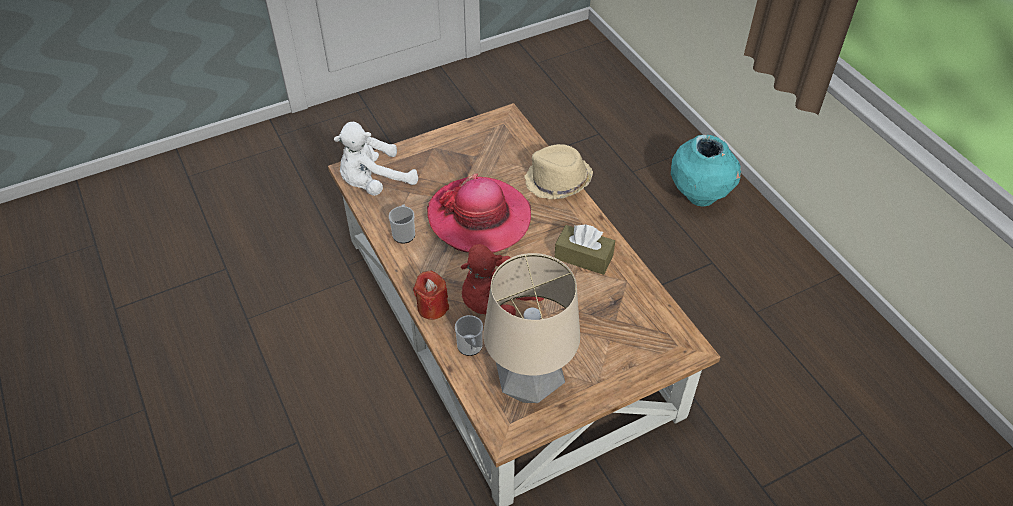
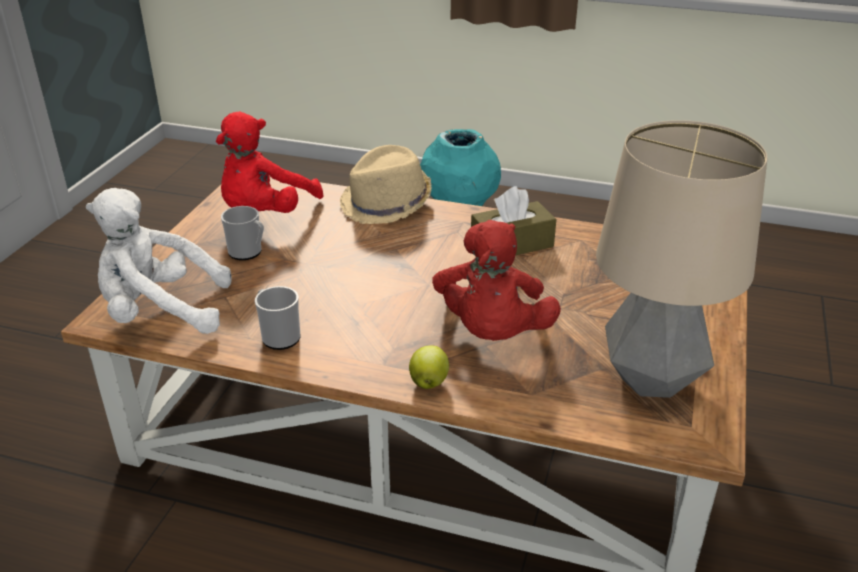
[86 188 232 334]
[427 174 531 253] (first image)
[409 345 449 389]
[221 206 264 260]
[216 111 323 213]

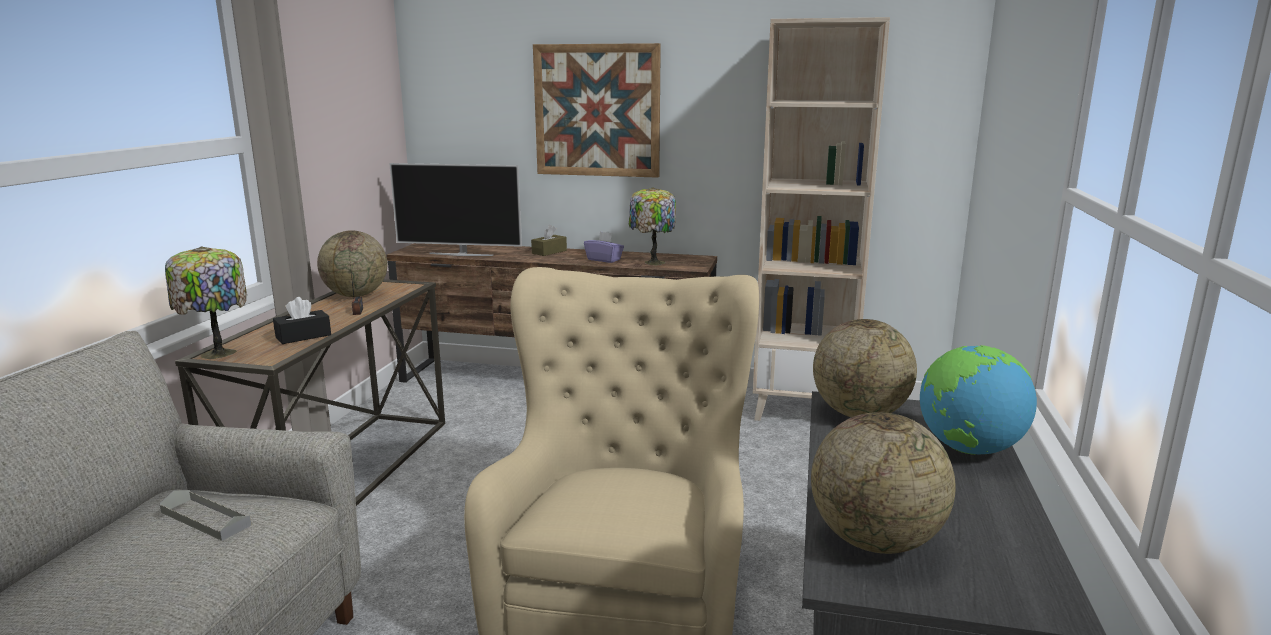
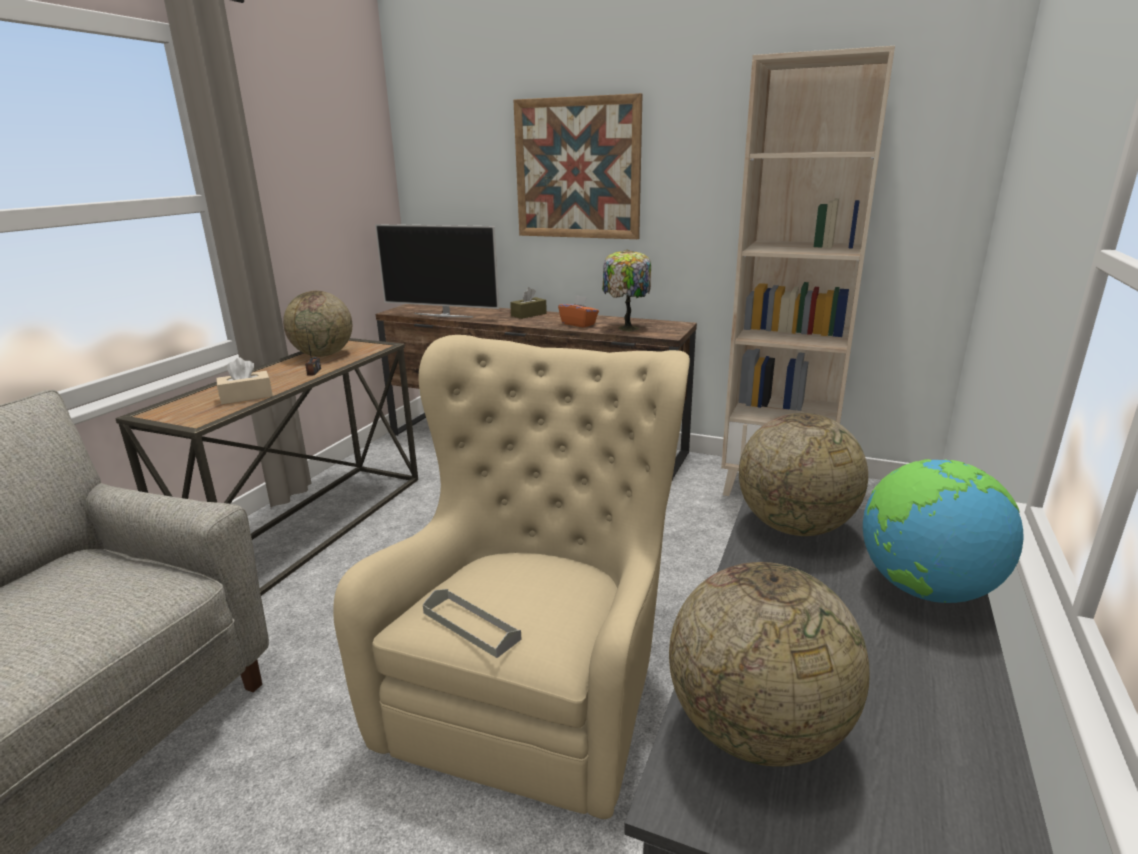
[558 295 599 328]
[165 246 247 359] (first image)
[216 358 273 405]
[423 589 522 658]

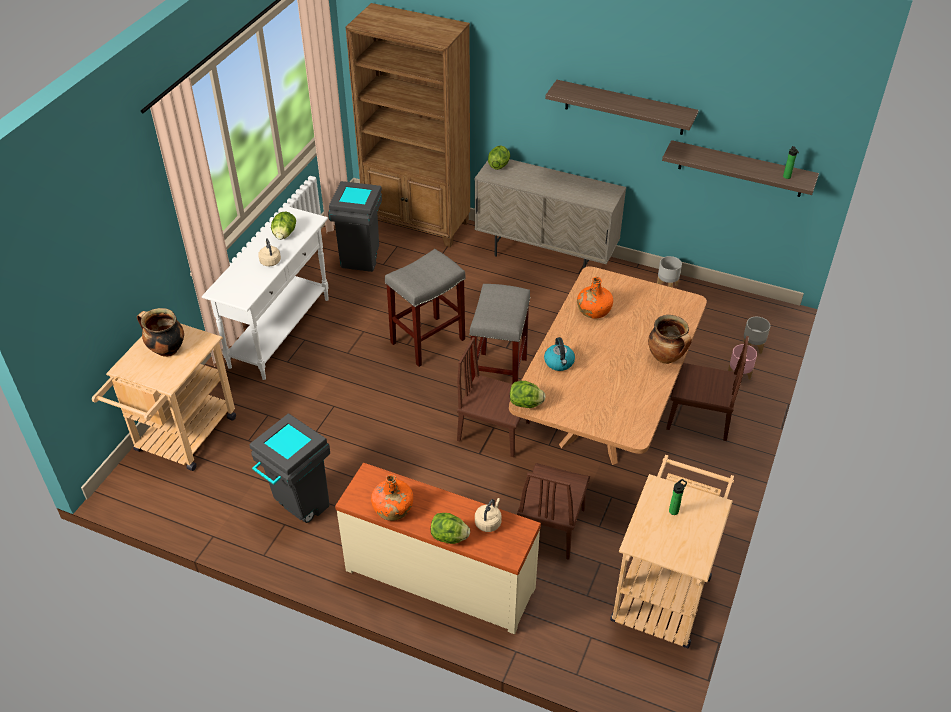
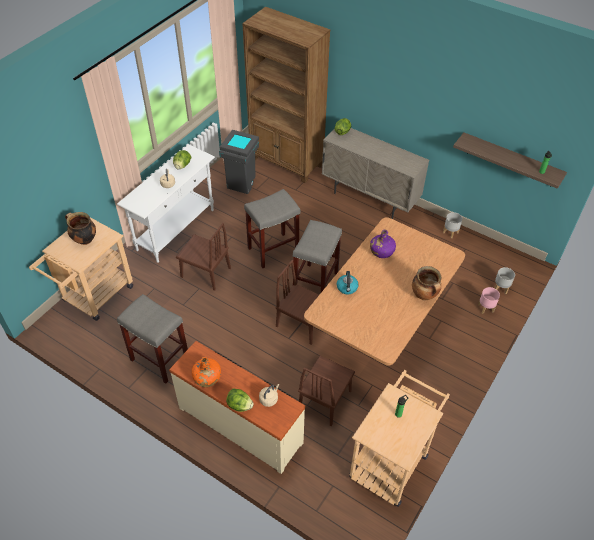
[545 80 699 135] (first image)
[370 230 396 258]
[176 223 231 291]
[510 381 545 408] (first image)
[117 294 188 384]

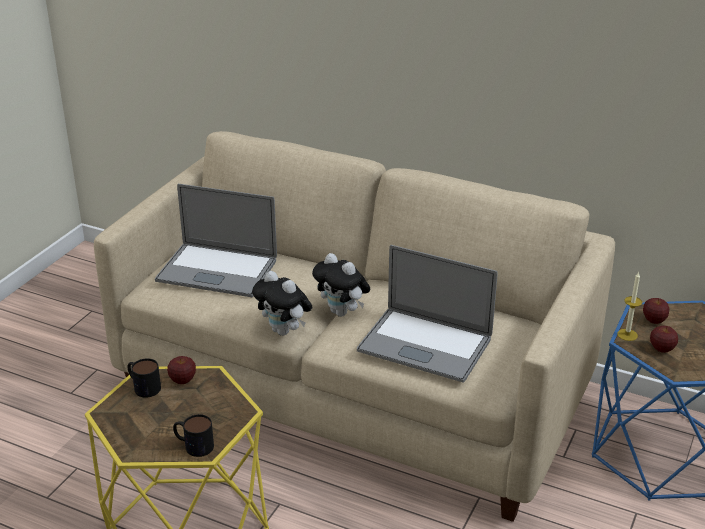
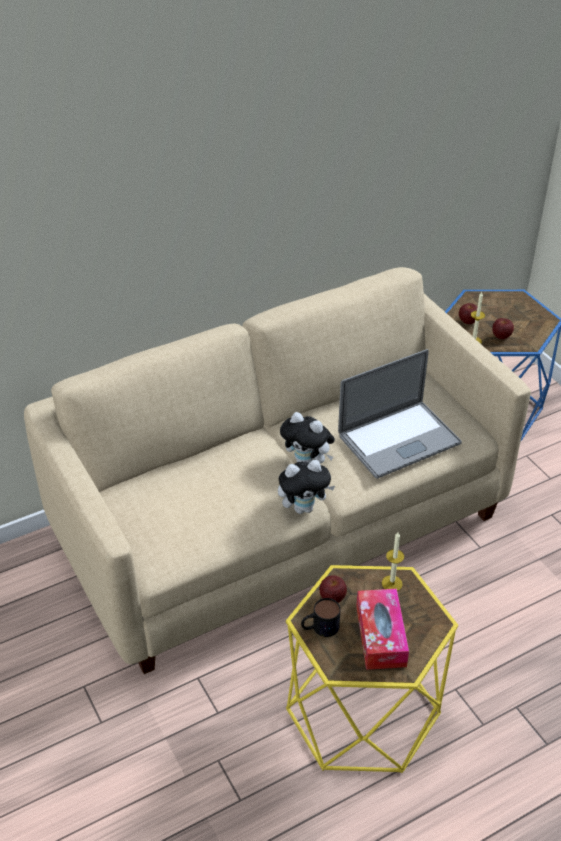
[155 184 277 297] (first image)
[280 412 335 464]
[173 414 214 457] (first image)
[382 532 404 591]
[356 589 409 670]

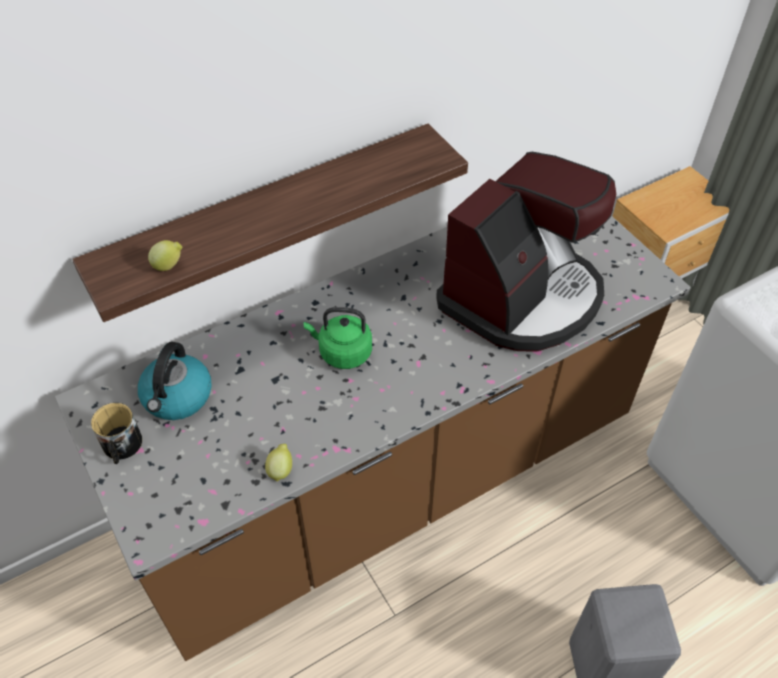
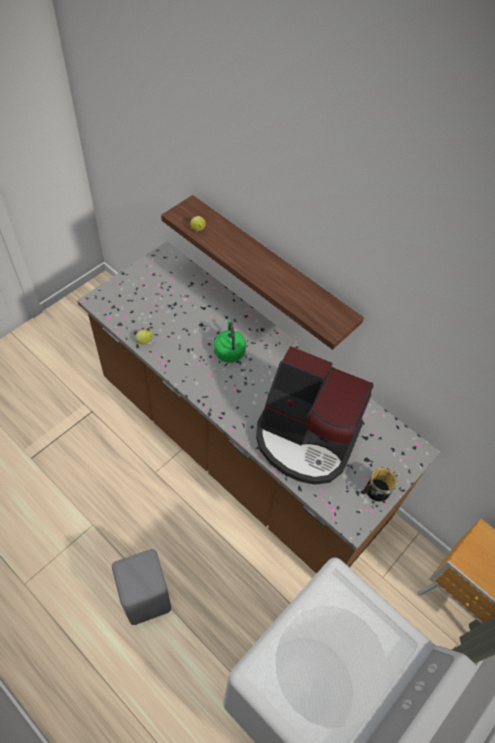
[138 342 212 420] (first image)
[362 468 397 502]

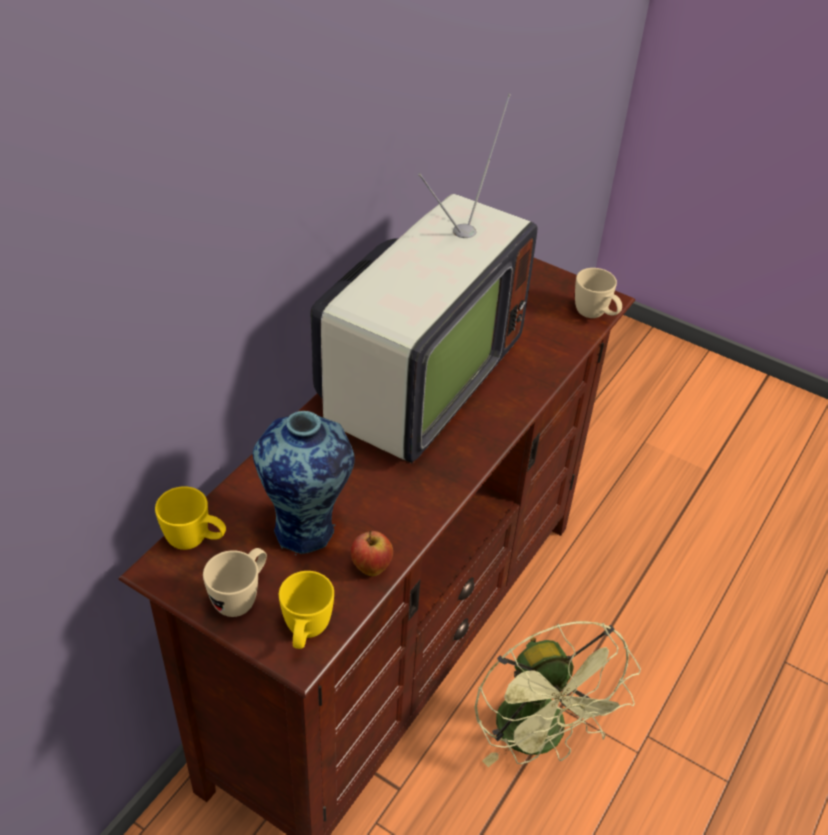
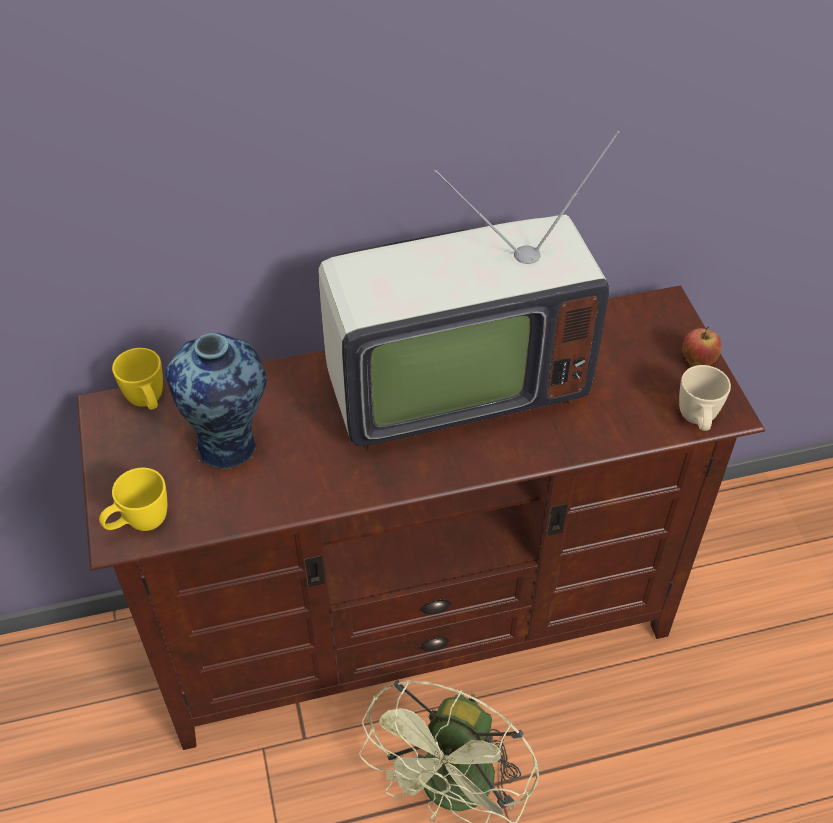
[683 327 721 367]
[203 548 267 617] (first image)

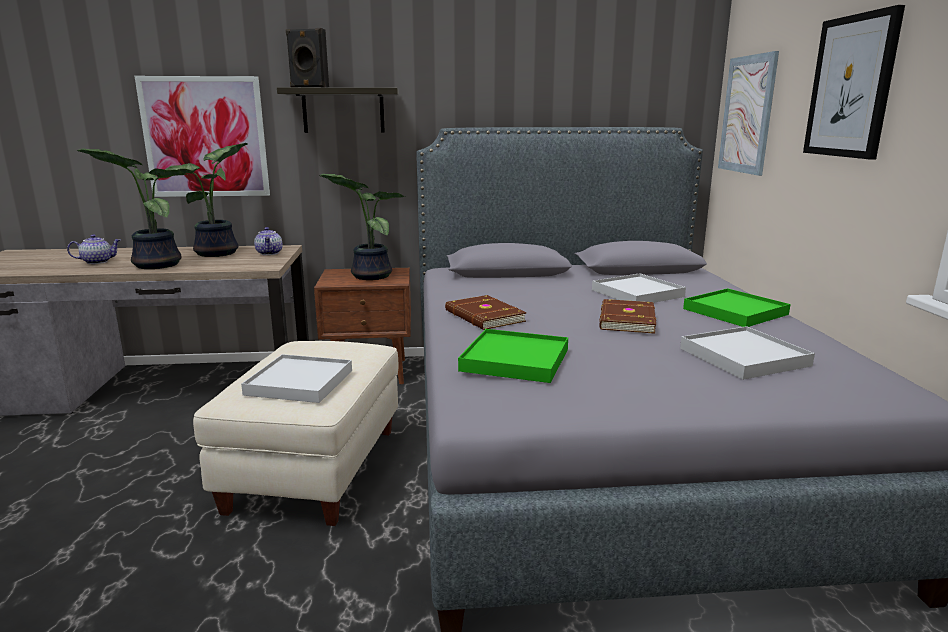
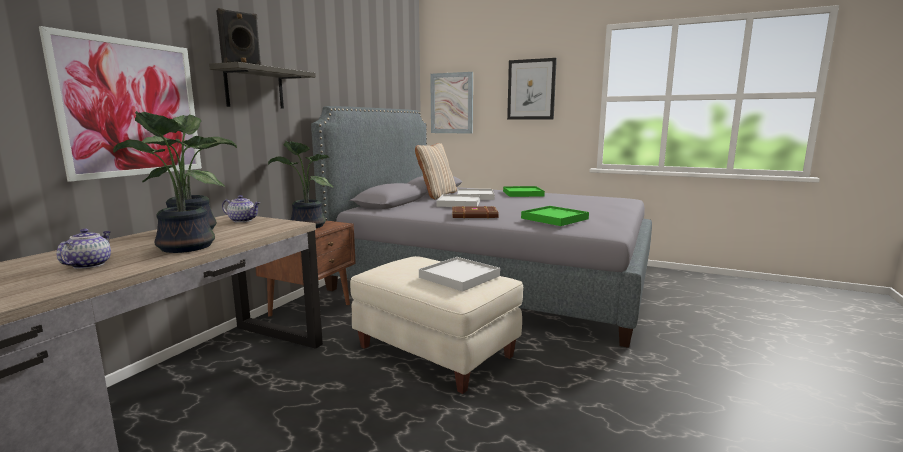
[599 299 656 334] (first image)
[436 194 480 207]
[415 143 457 199]

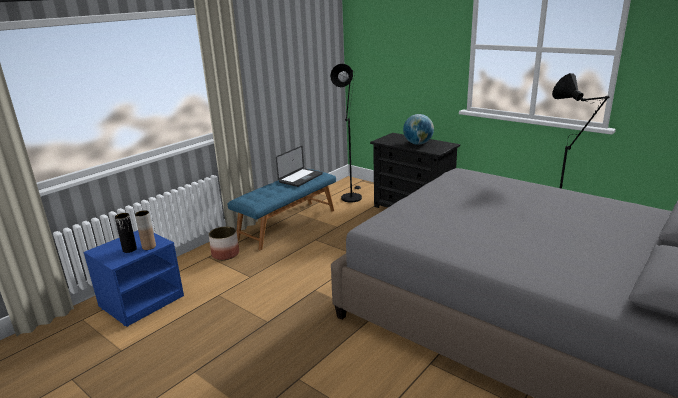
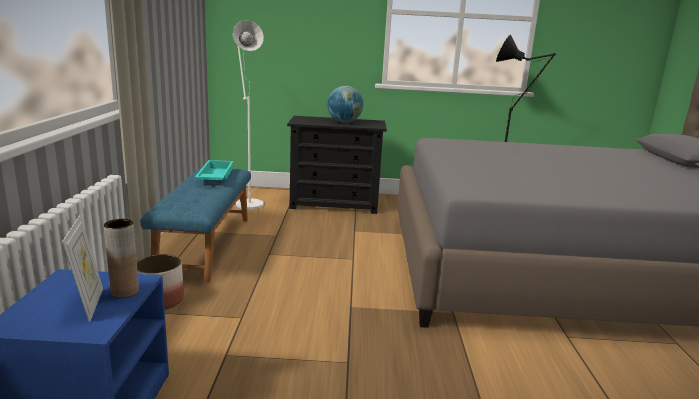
[233 20 264 209]
[195 160 234 180]
[62 215 103 322]

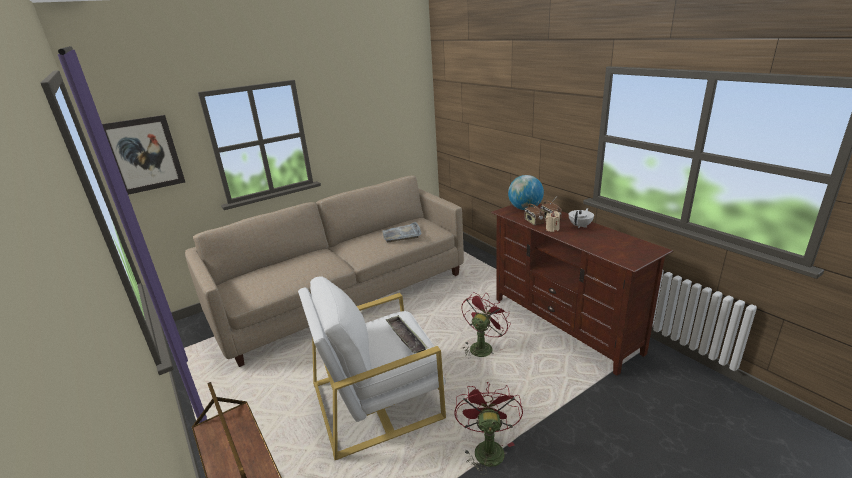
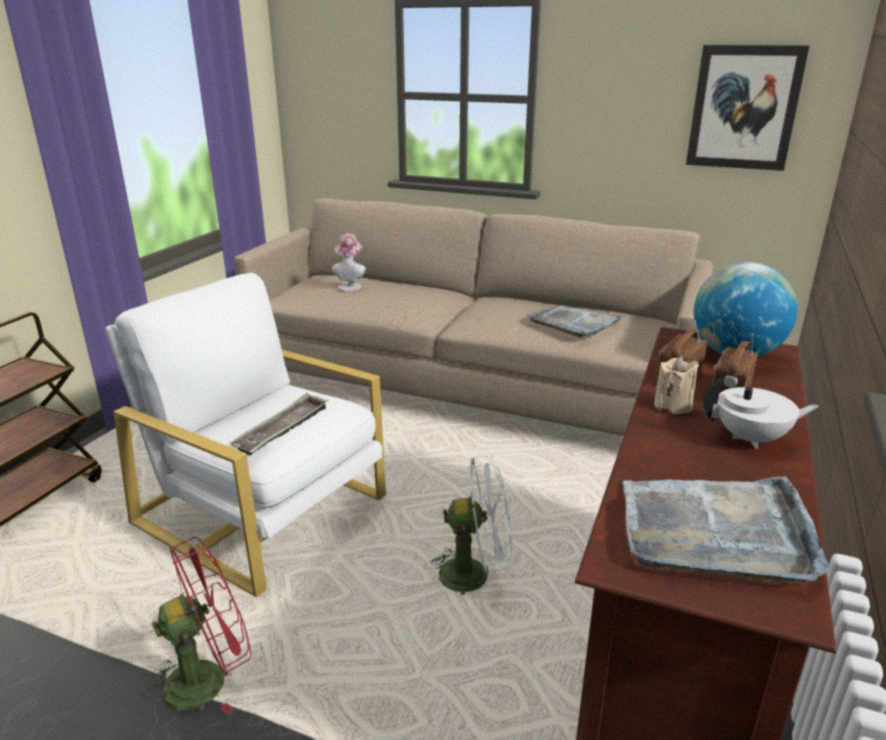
[686 45 809 171]
[425 455 512 604]
[332 233 366 291]
[623 476 829 584]

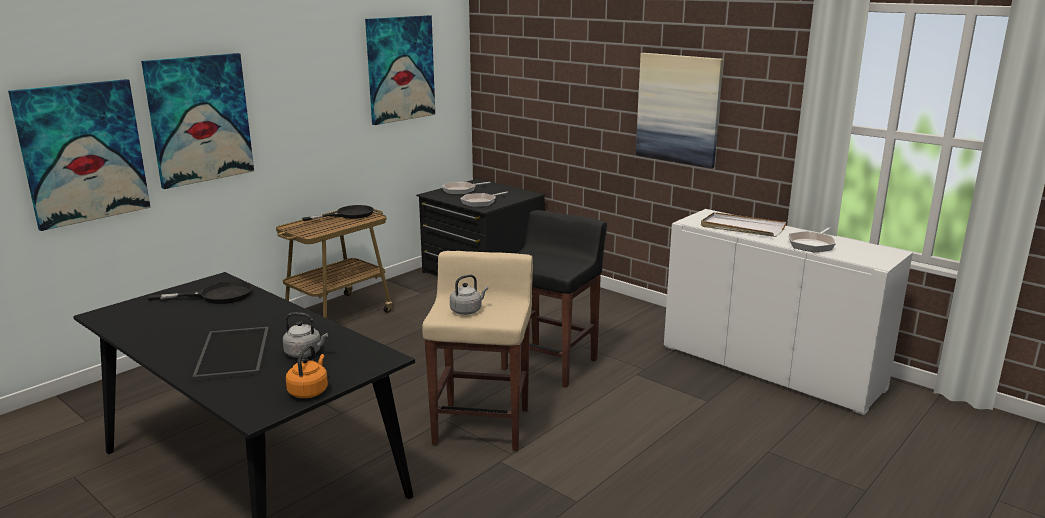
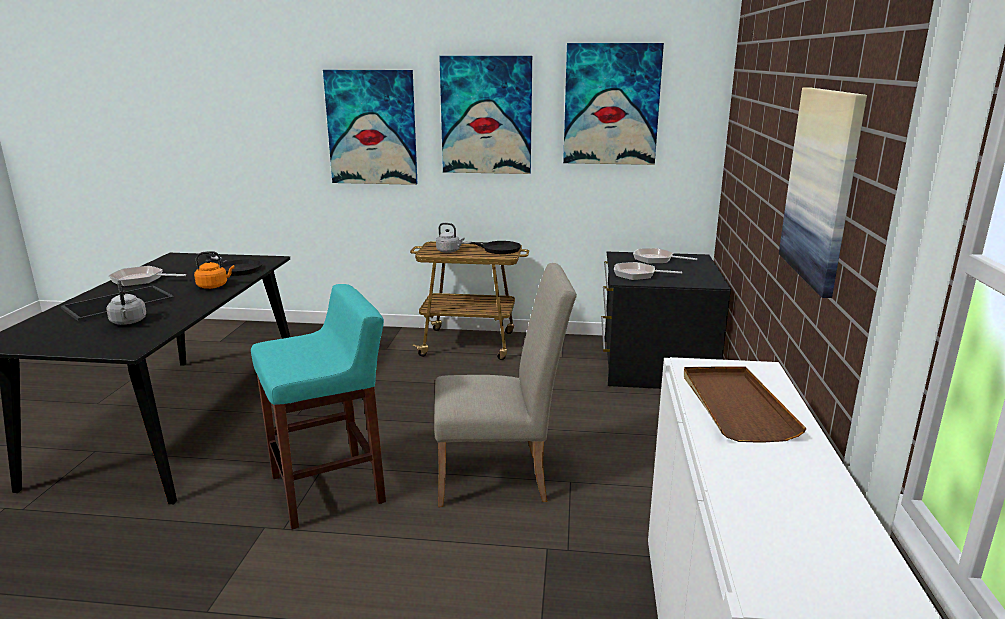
[439 56 532 174]
[434 263 577 507]
[684 366 807 443]
[108 266 186 286]
[251 284 386 529]
[436 223 465 253]
[194 251 235 289]

